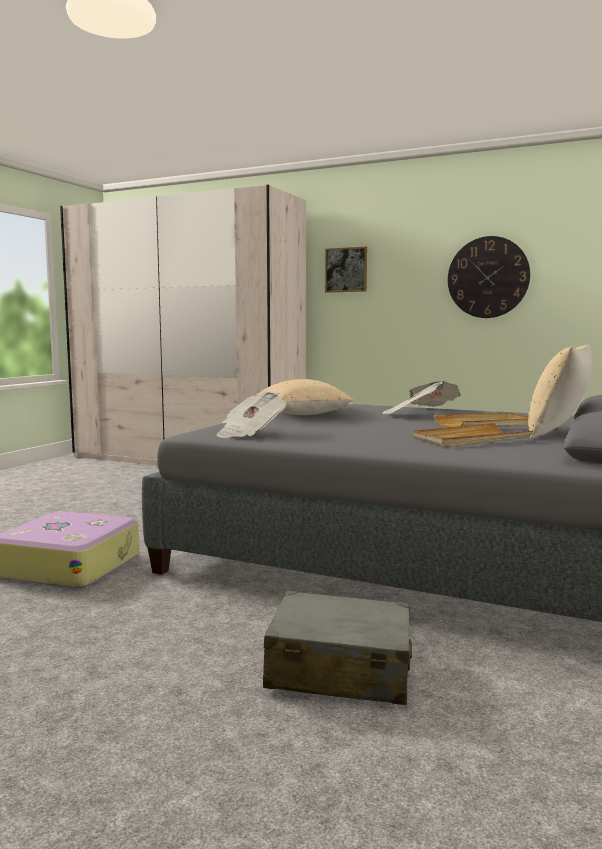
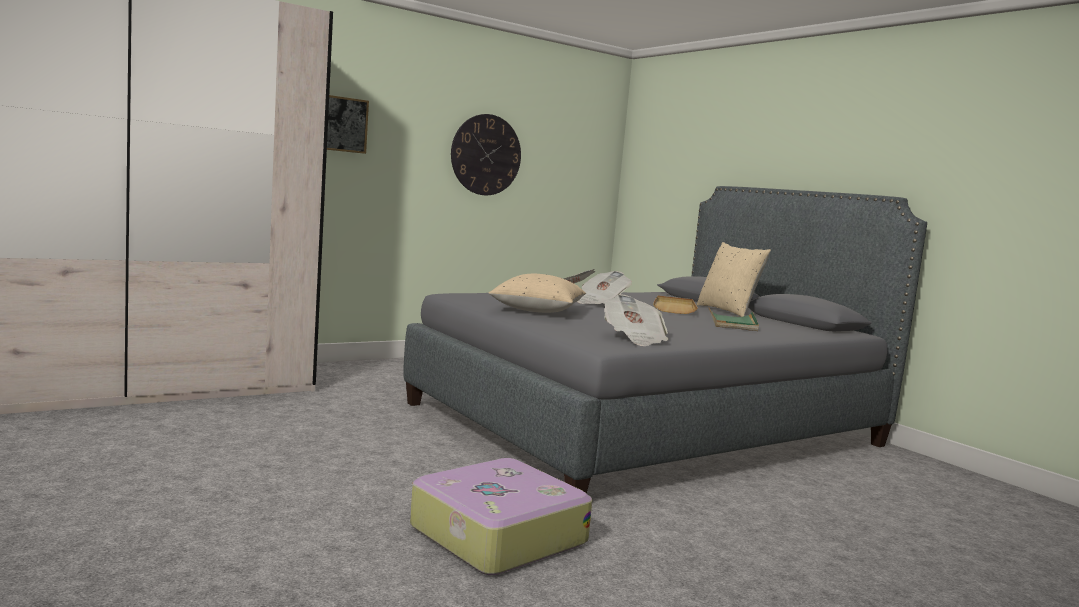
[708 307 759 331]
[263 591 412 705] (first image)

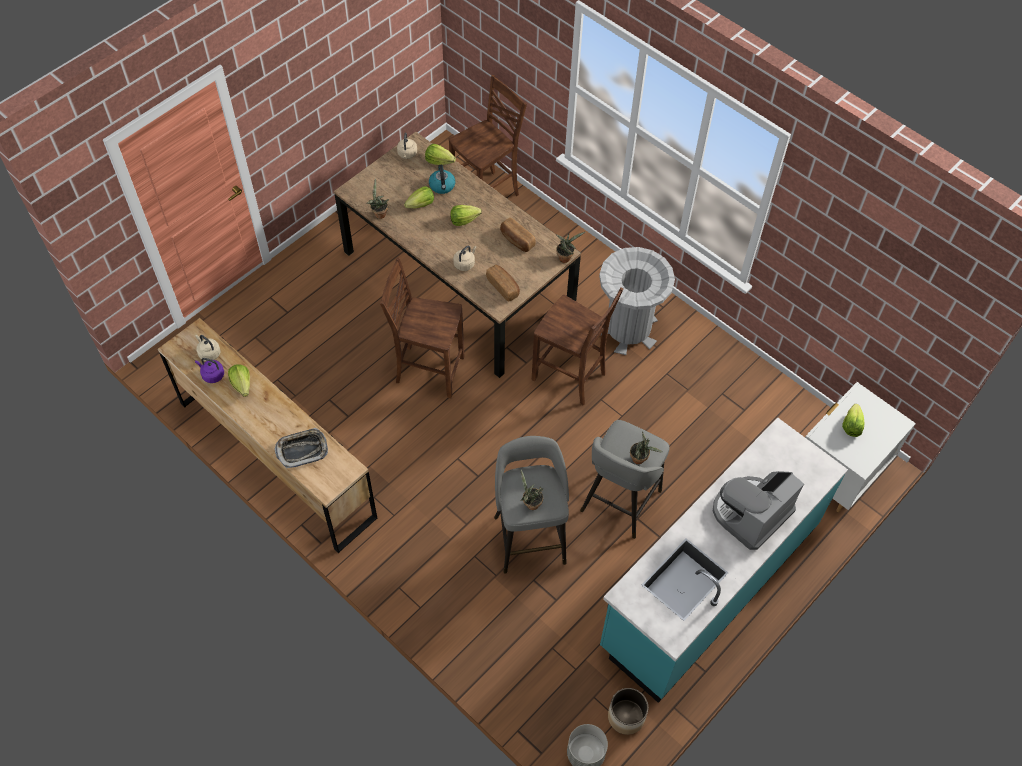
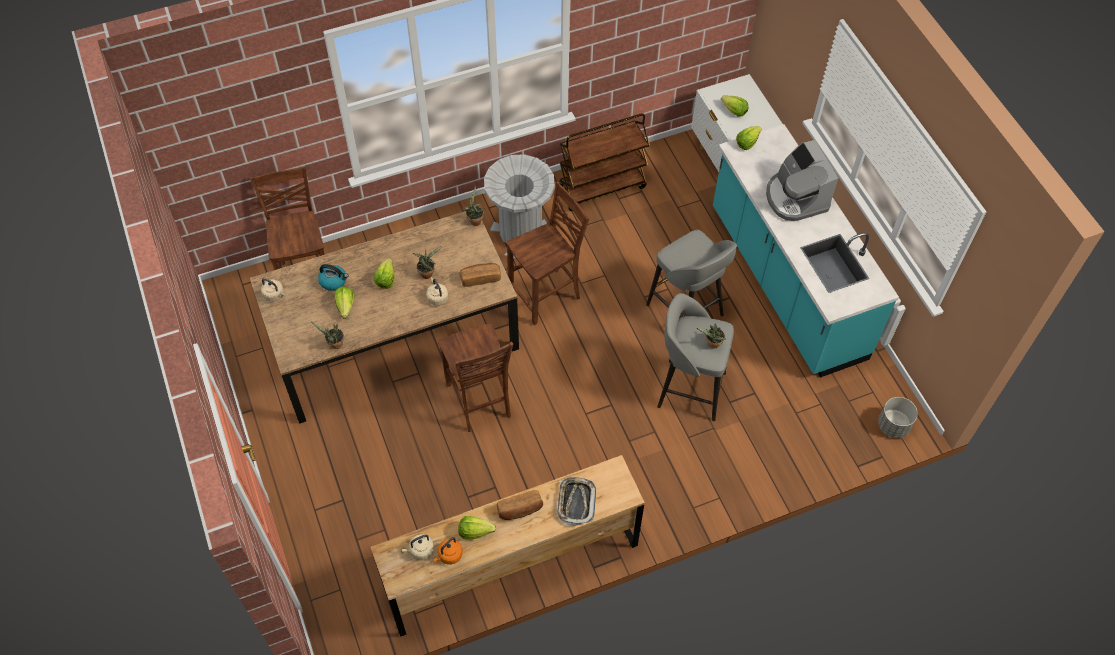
[736 126 761 150]
[497 490 543 520]
[438 323 513 432]
[433 537 463 565]
[413 246 442 279]
[608 688 648 735] (first image)
[559 113 650 211]

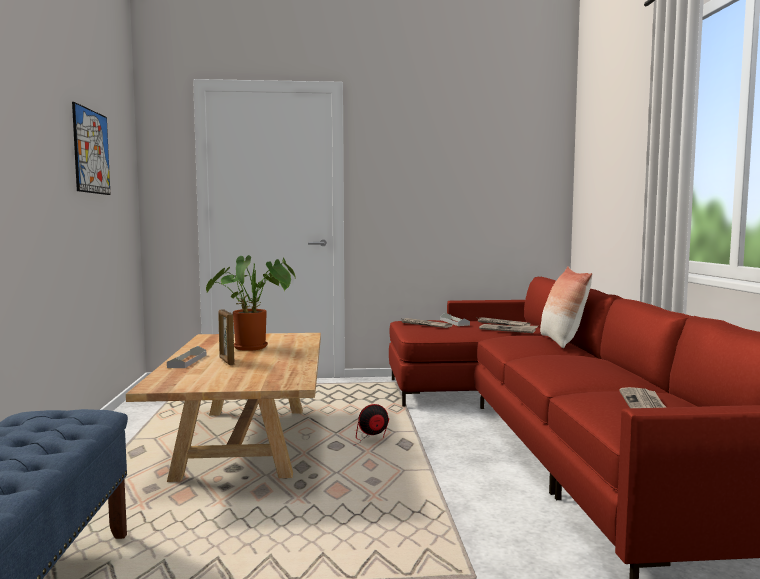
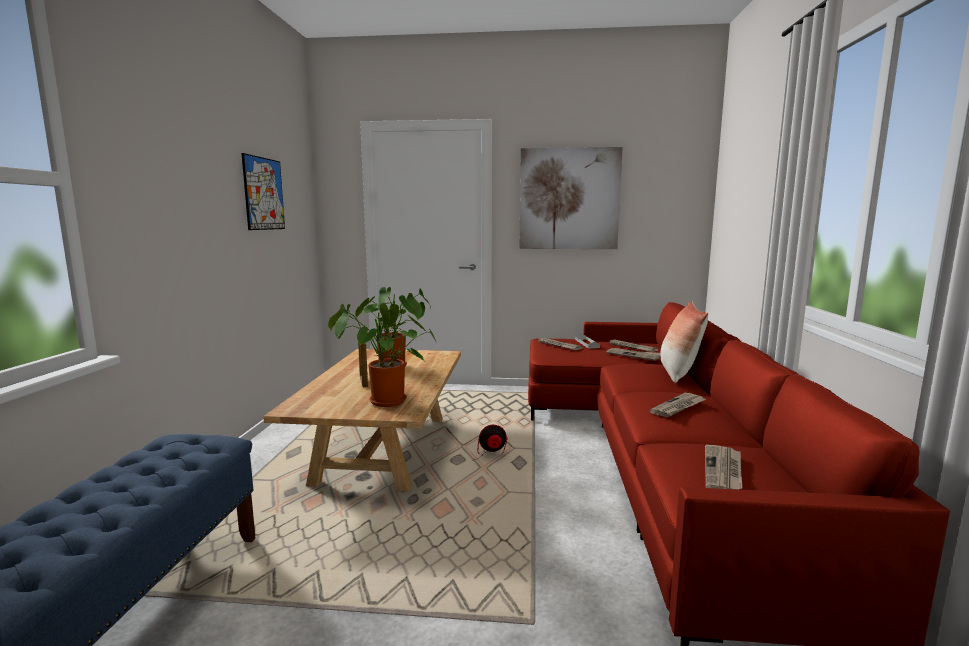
[167 346 206 368] (first image)
[519 147 623 249]
[328 303 437 407]
[650 393 706 418]

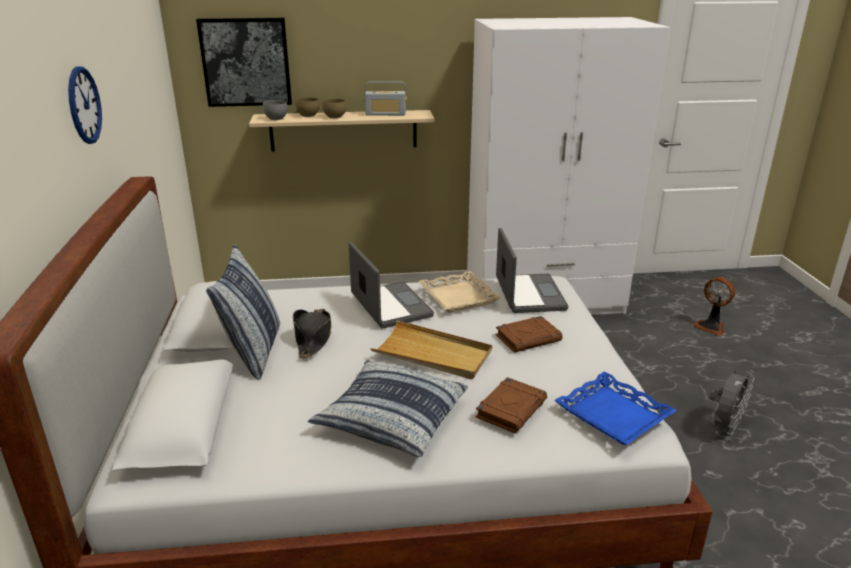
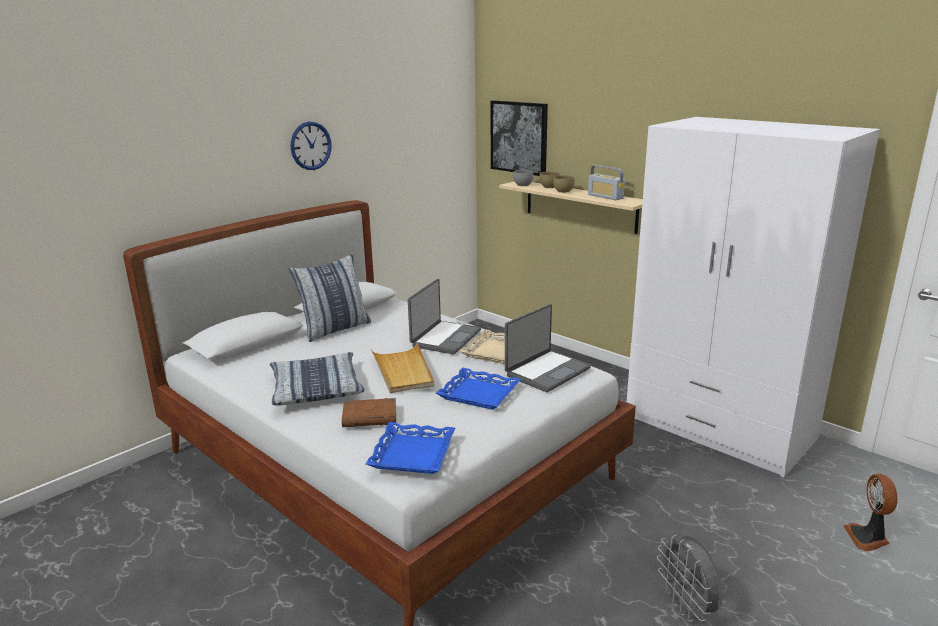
[293 309 331 358] (first image)
[436 368 521 410]
[657 535 722 622]

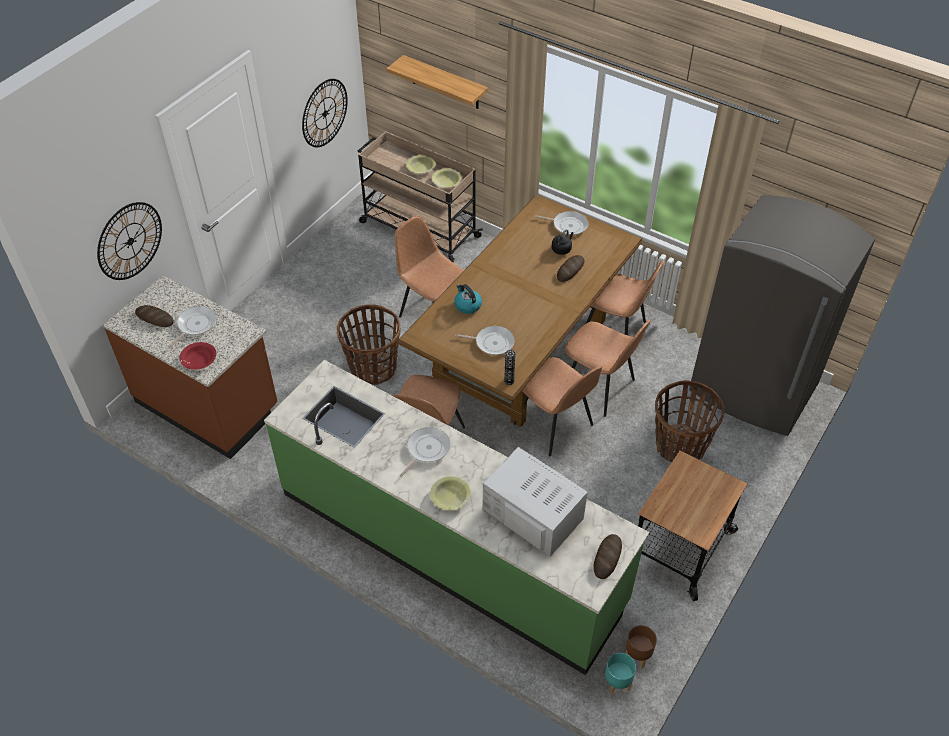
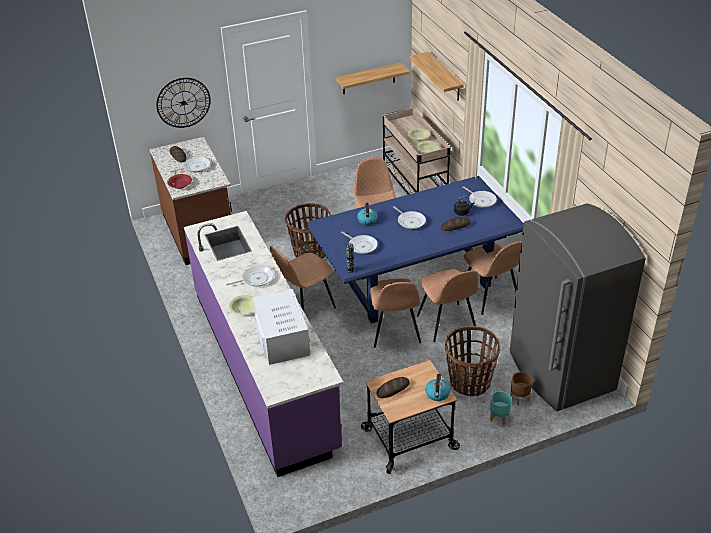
[335 63 410 94]
[307 176 524 323]
[184 211 343 477]
[376 377 410 398]
[510 372 532 405]
[490 391 512 425]
[393 206 426 229]
[425 374 450 401]

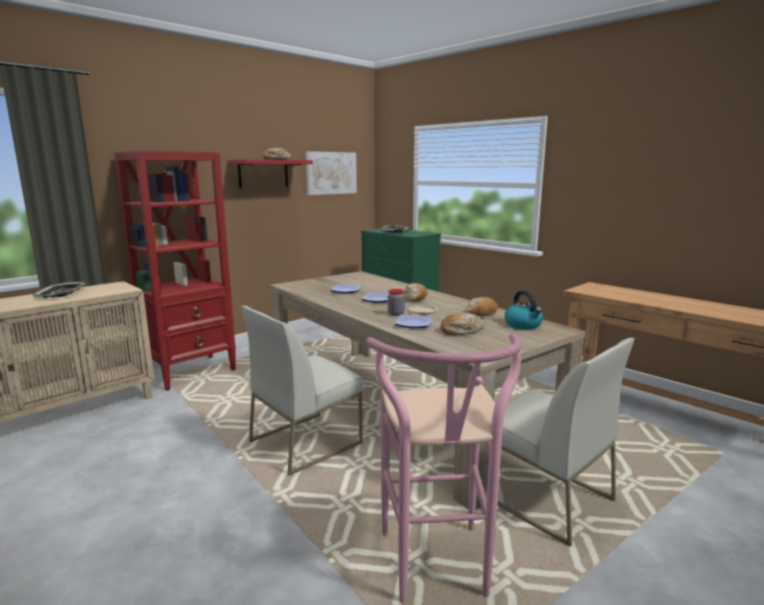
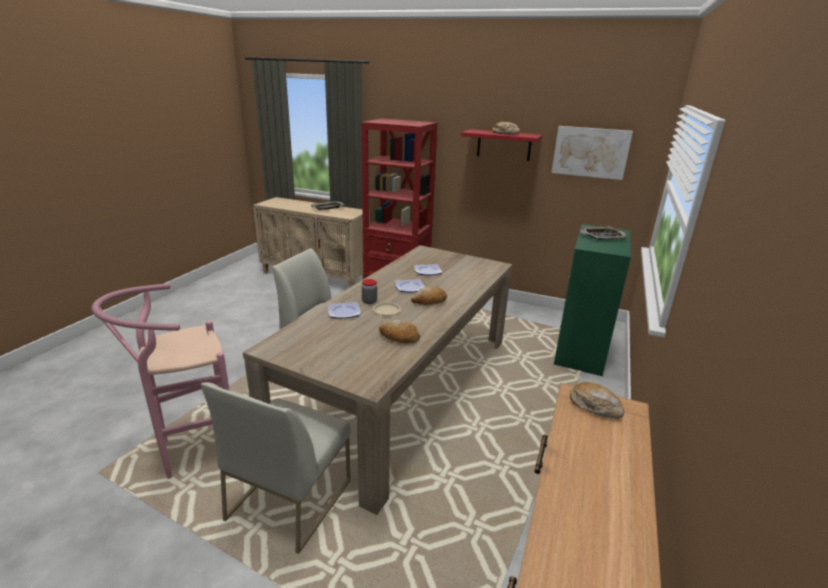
[505 290 543 329] (first image)
[570 382 624 418]

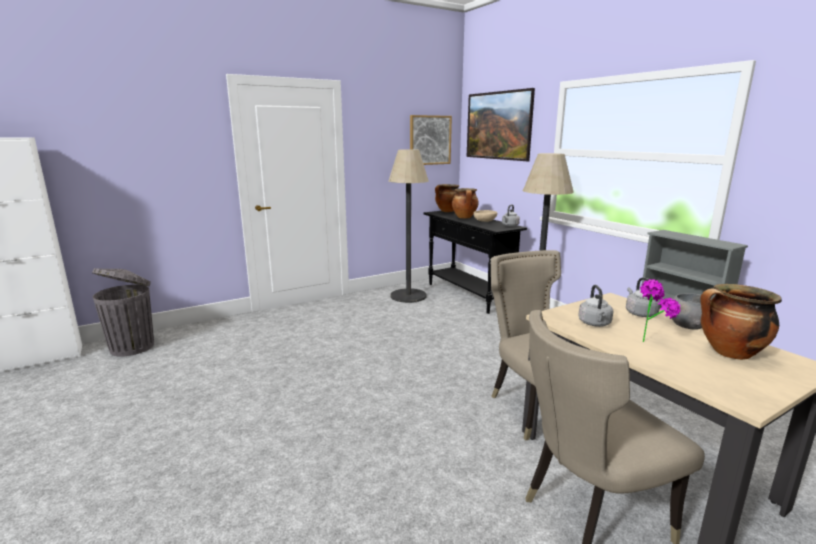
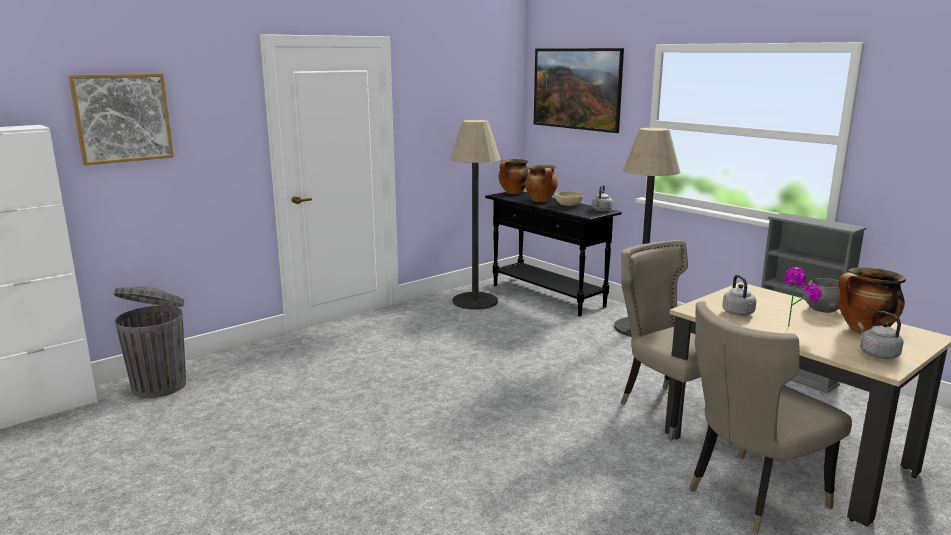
[68 73 174 166]
[858 311 904 359]

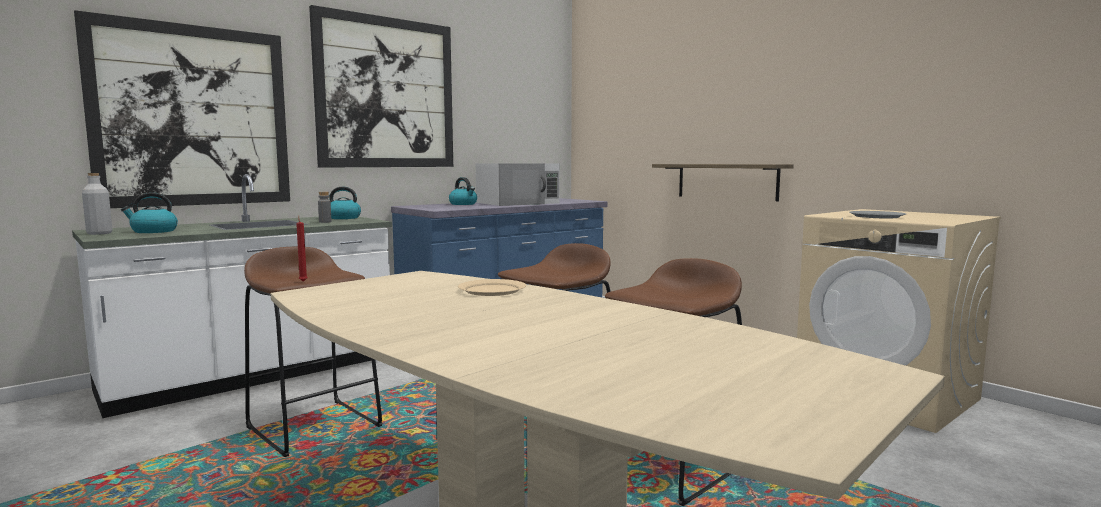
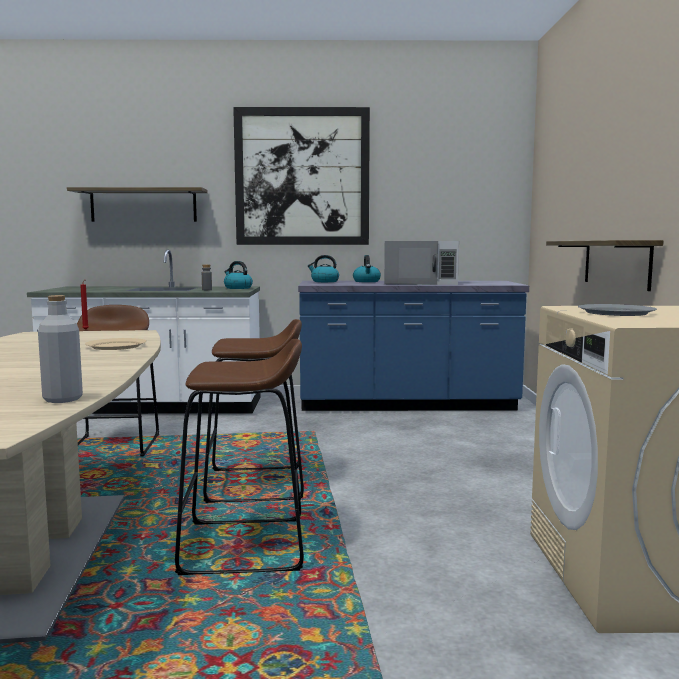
[67 187 208 222]
[38 295 83 403]
[308 255 339 282]

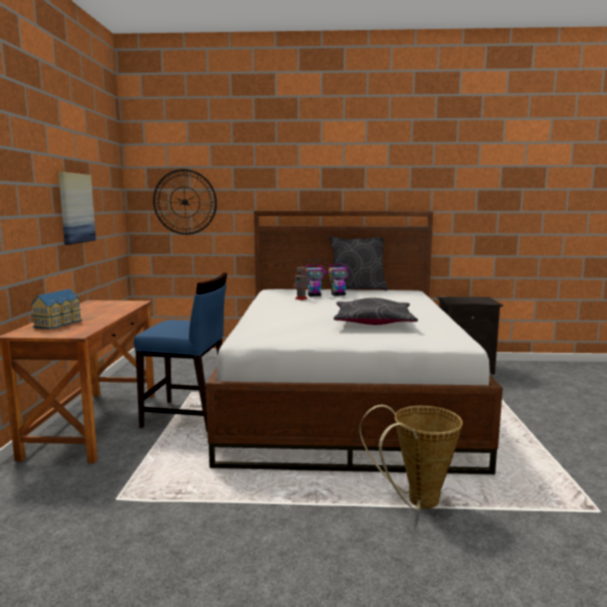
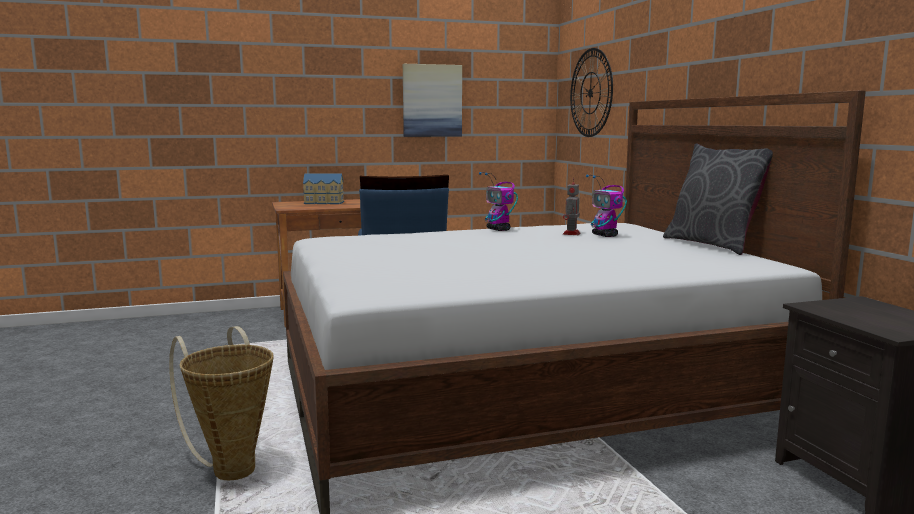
[479 172 518 231]
[334 298 418 325] (first image)

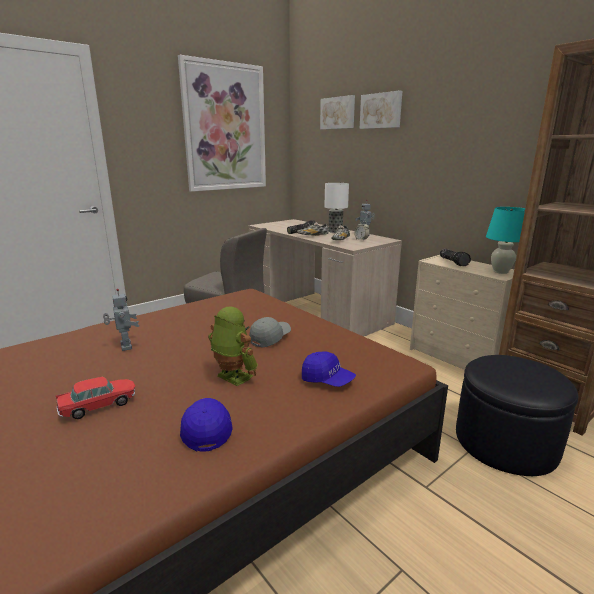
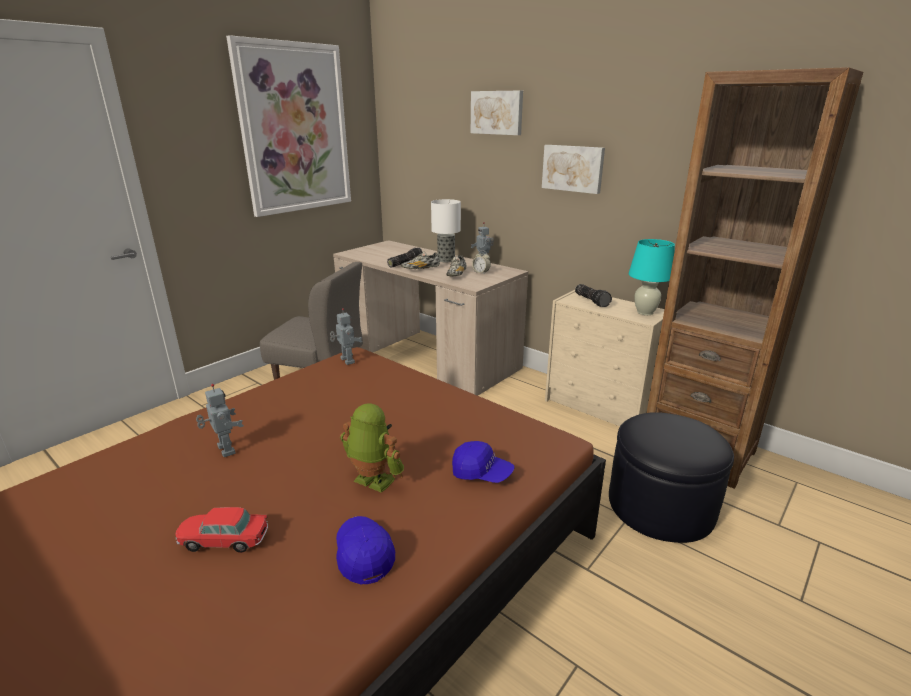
[542 145 605 194]
[250 317 291 348] (first image)
[175 507 268 553]
[330 308 362 365]

